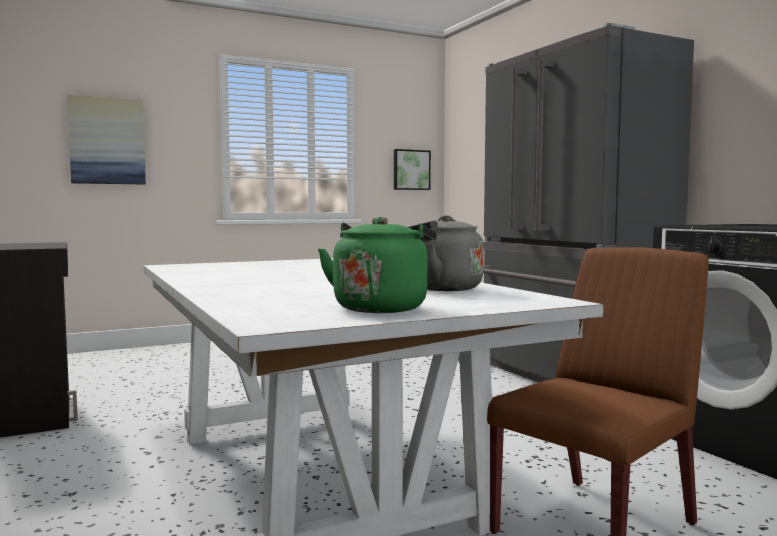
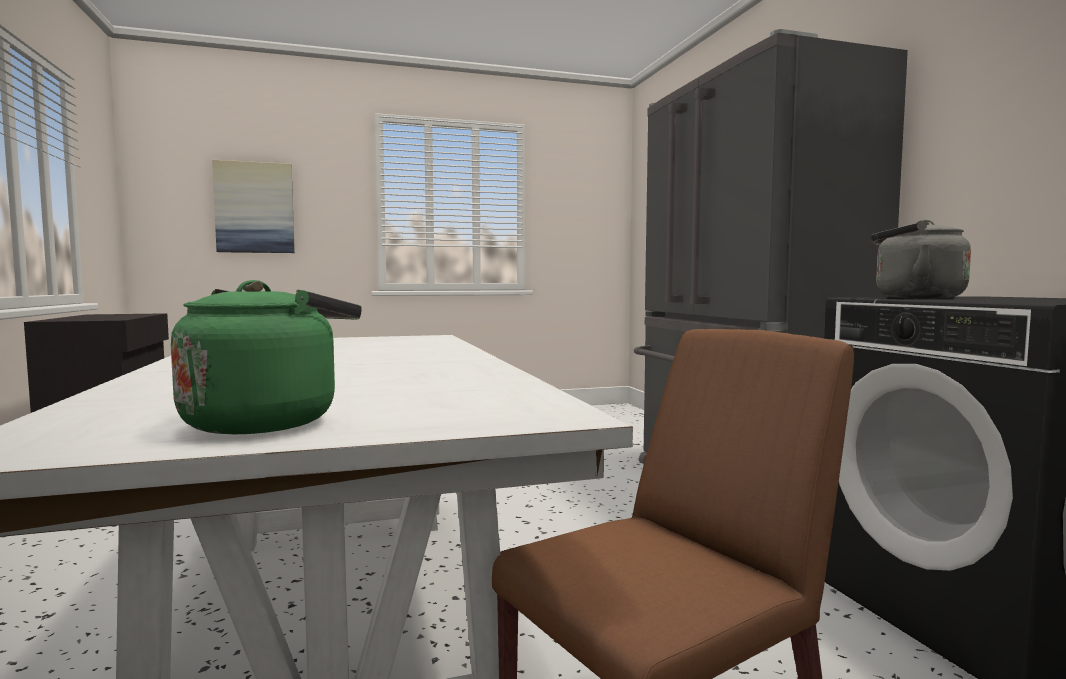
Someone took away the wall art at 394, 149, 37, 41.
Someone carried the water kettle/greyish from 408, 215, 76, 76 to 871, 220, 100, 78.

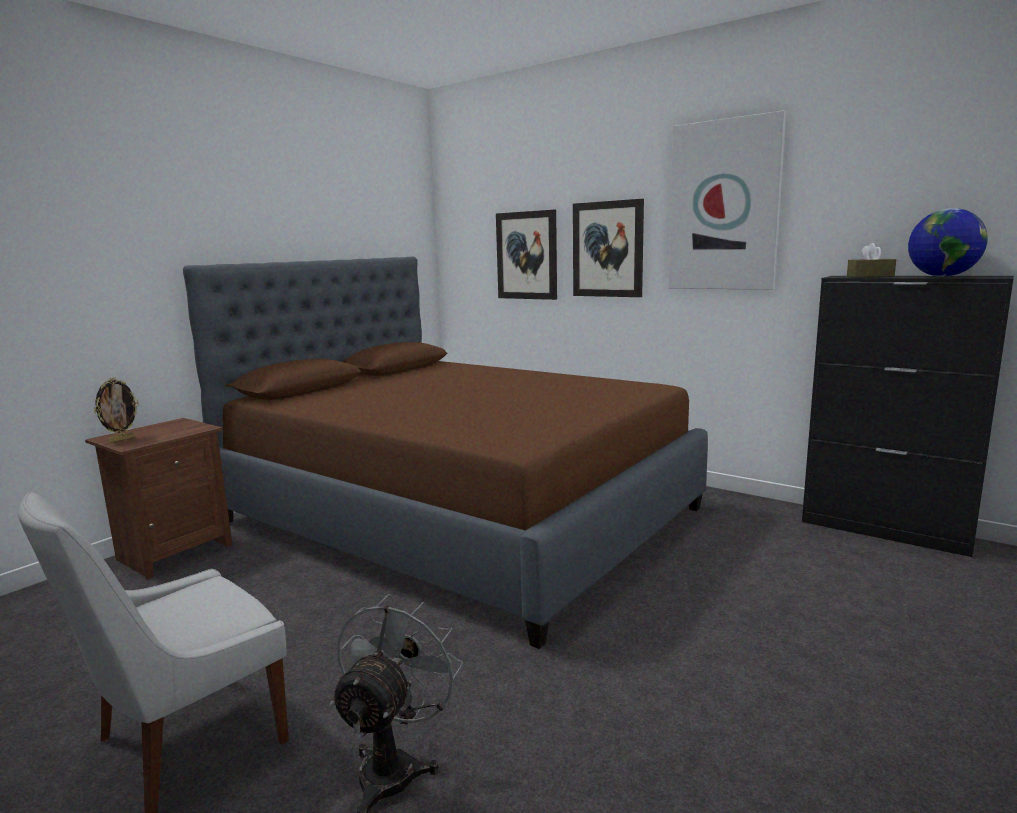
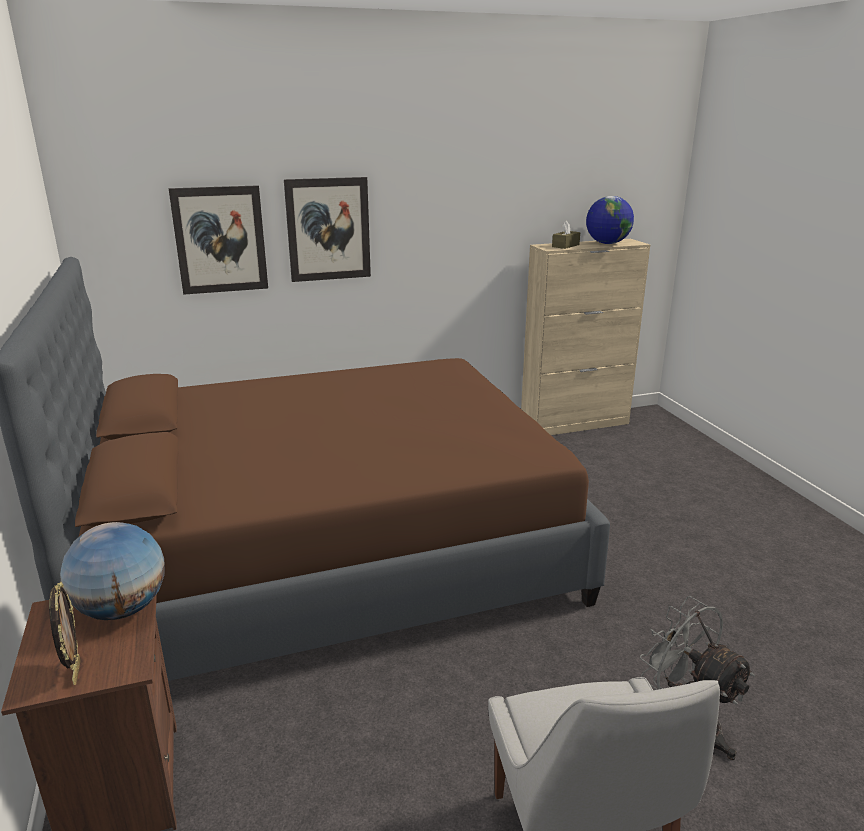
Someone took away the wall art at 668, 110, 118, 180.
Someone repainted the cabinet/black at 802, 276, 212, 281, which became the cabinet/beige at 521, 239, 129, 196.
Someone put down the desk globe at 60, 522, 105, 98.

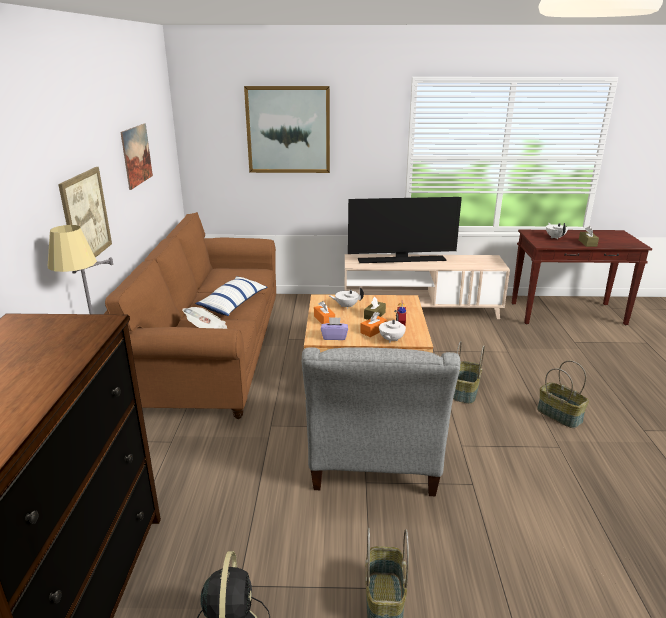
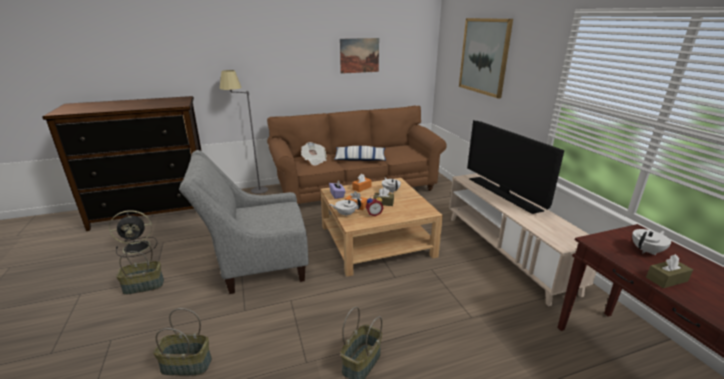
Someone took away the wall art at 58, 167, 54, 91.
Someone carried the storage basket from 453, 341, 32, 63 to 153, 308, 59, 68.

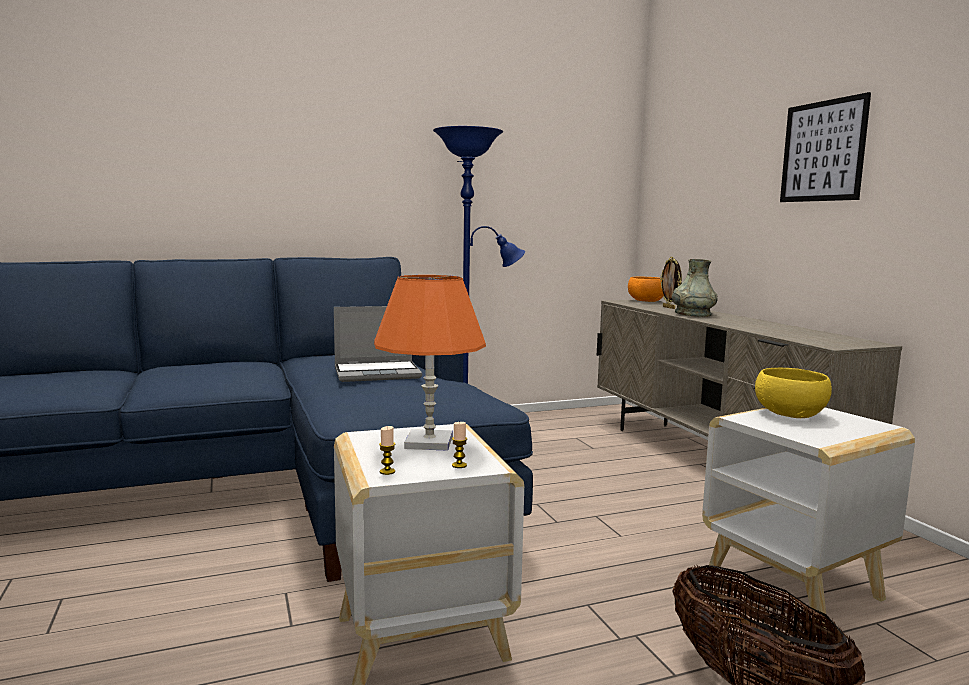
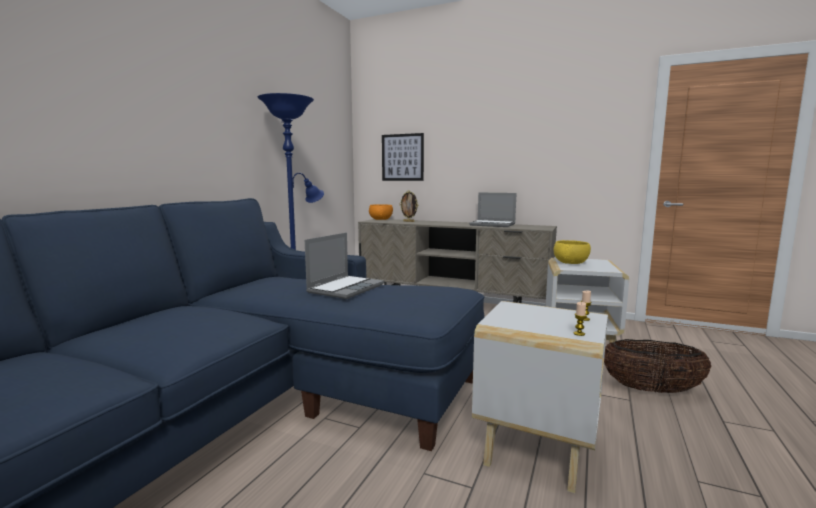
Someone carried the wall art from 780, 92, 91, 110 to 382, 133, 42, 48.
Someone took away the decorative vase/greyish at 672, 259, 46, 58.
Someone took away the table lamp/orange at 374, 275, 112, 176.
Someone put down the notebook computer at 469, 192, 47, 35.

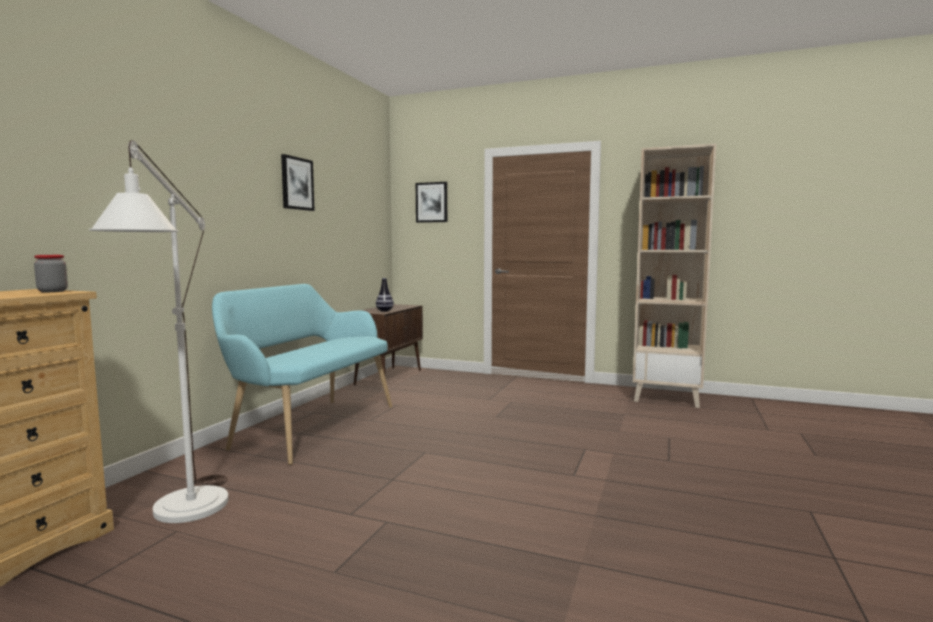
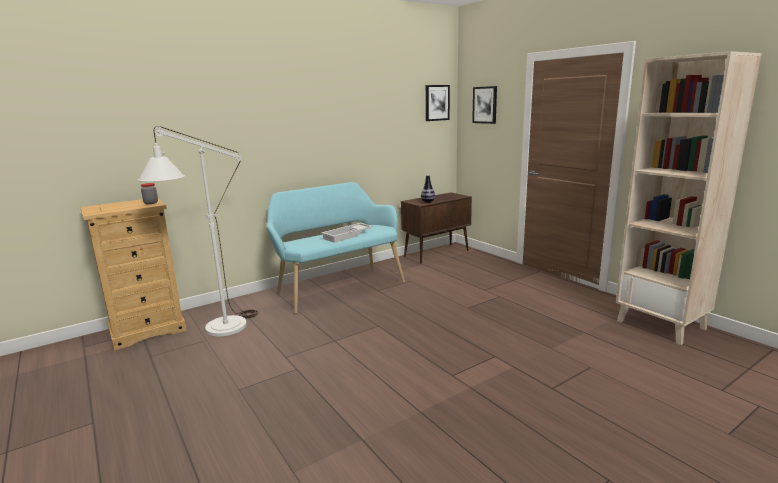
Someone carried the wall art from 281, 154, 34, 57 to 426, 85, 24, 36.
Someone put down the tray/white at 321, 223, 52, 20.

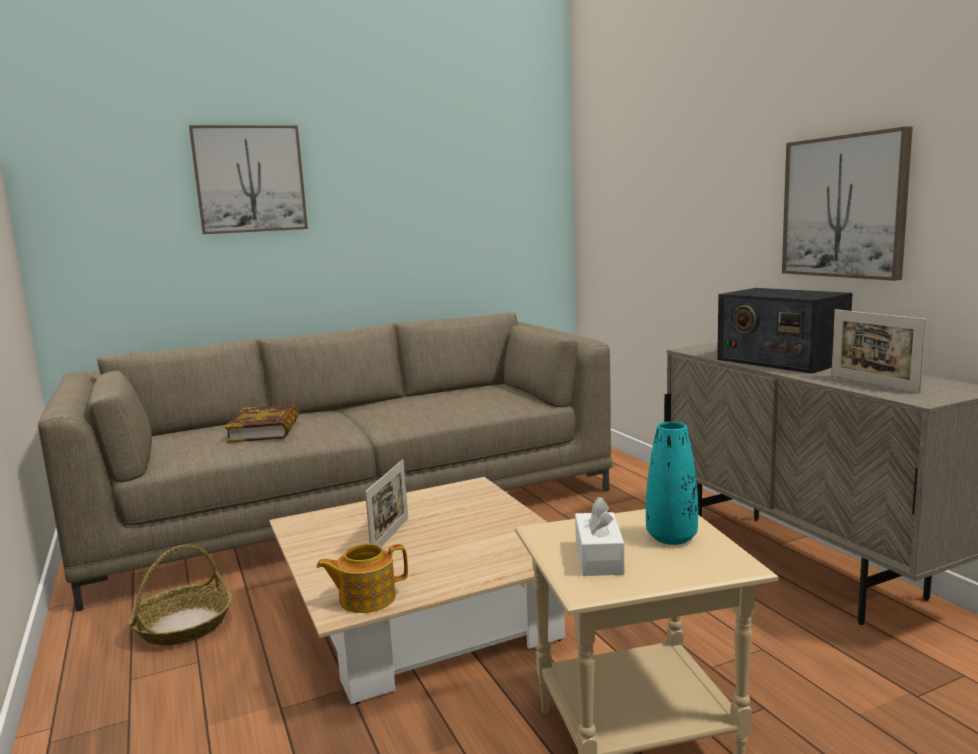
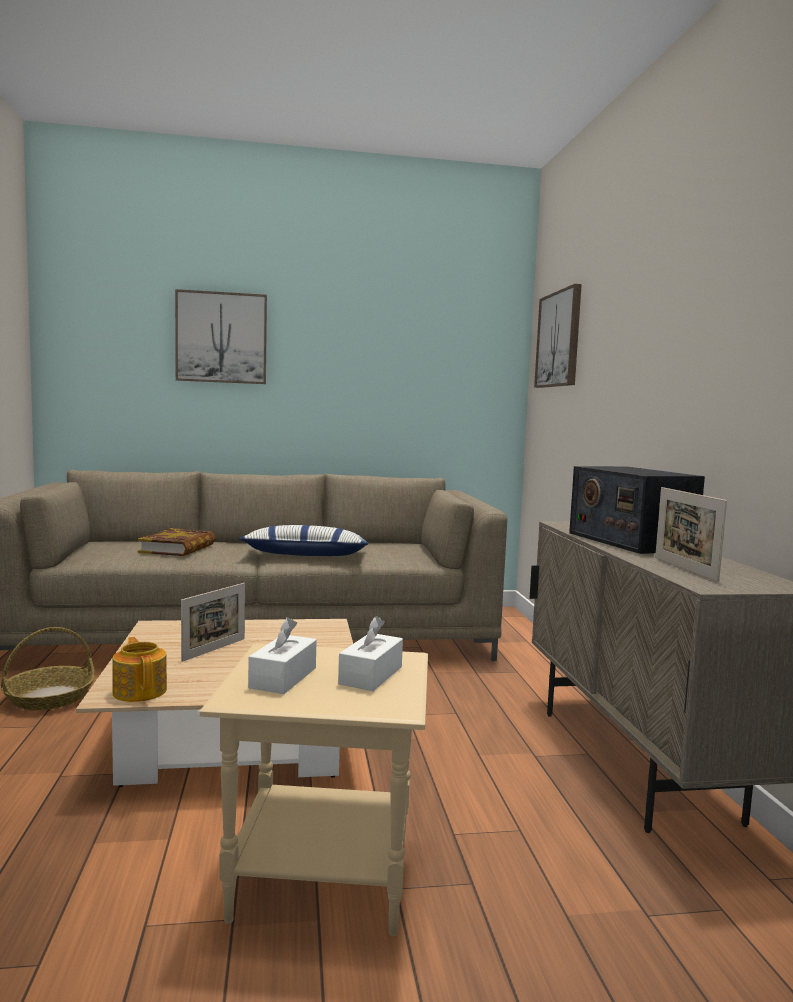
Someone carried the wall art from 782, 127, 131, 154 to 534, 284, 48, 104.
Someone swapped the decorative vase/turquoise-coloured at 646, 422, 52, 123 for the tissue box/white at 338, 616, 65, 75.
Someone rotated the teapot at 316, 544, 92, 69 by 60 degrees clockwise.
Someone put down the pillow at 239, 525, 130, 31.

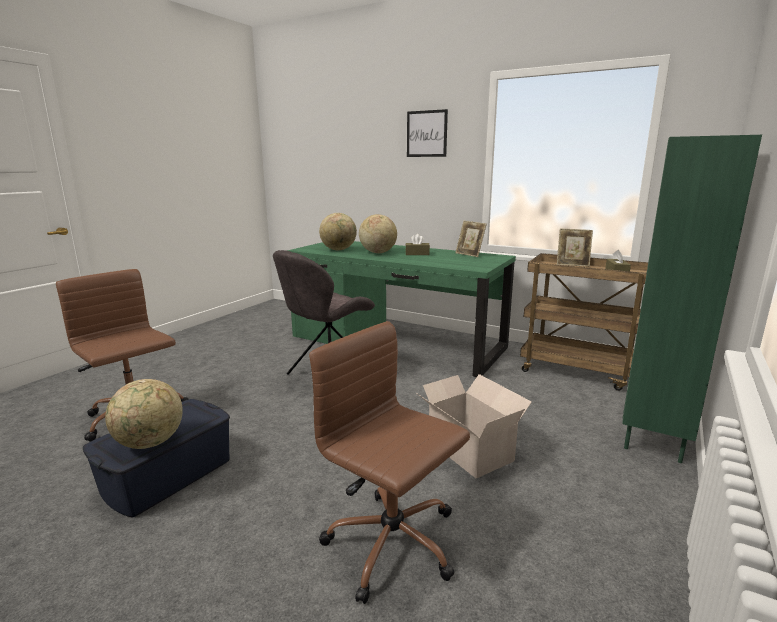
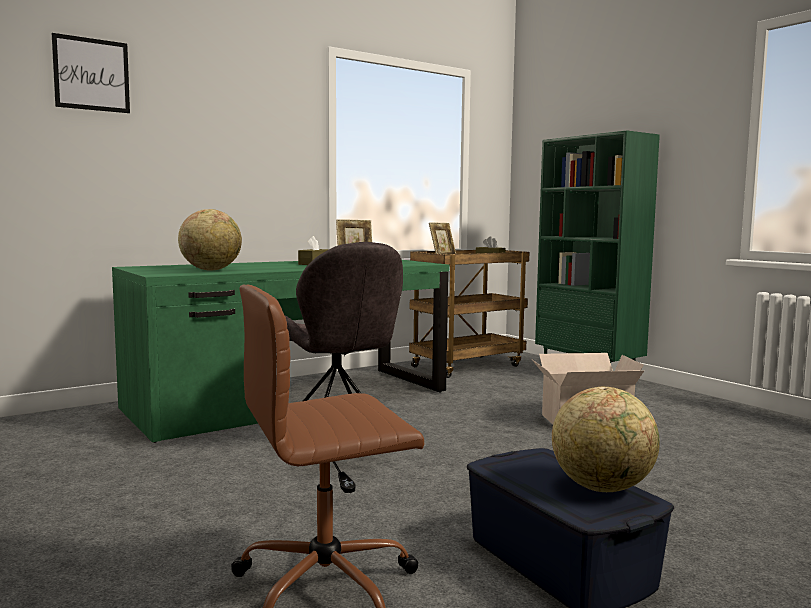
Someone carried the wall art from 407, 109, 41, 48 to 52, 33, 78, 80.
Someone took away the desk globe at 359, 214, 38, 39.
Someone took away the computer chair/brown at 309, 321, 161, 283.

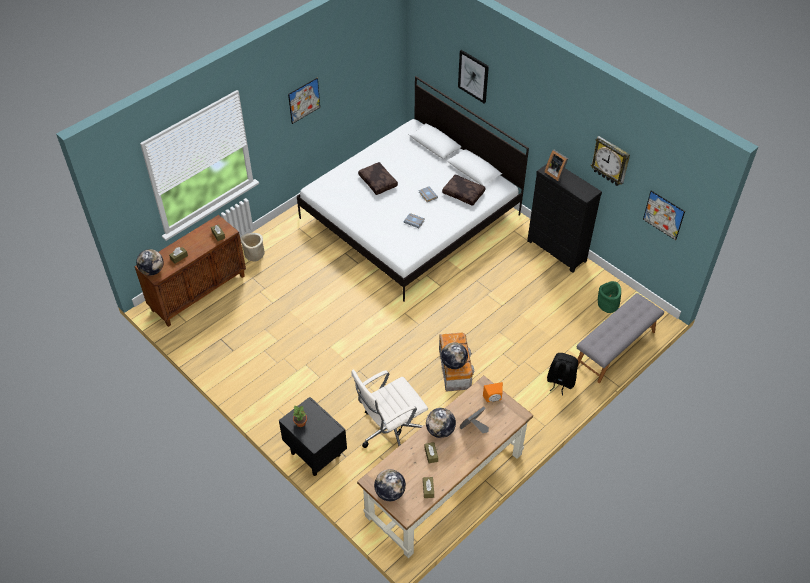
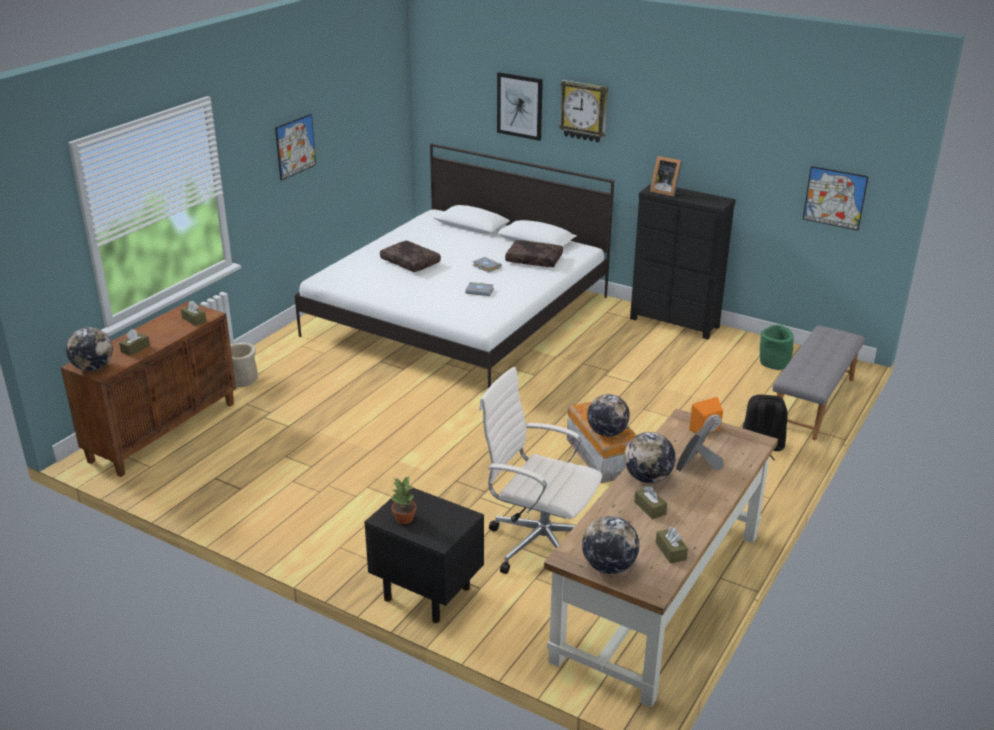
Someone carried the hanging clock from 590, 136, 40, 50 to 559, 80, 49, 62.
Someone rotated the computer chair/white at 351, 369, 77, 79 by 75 degrees clockwise.

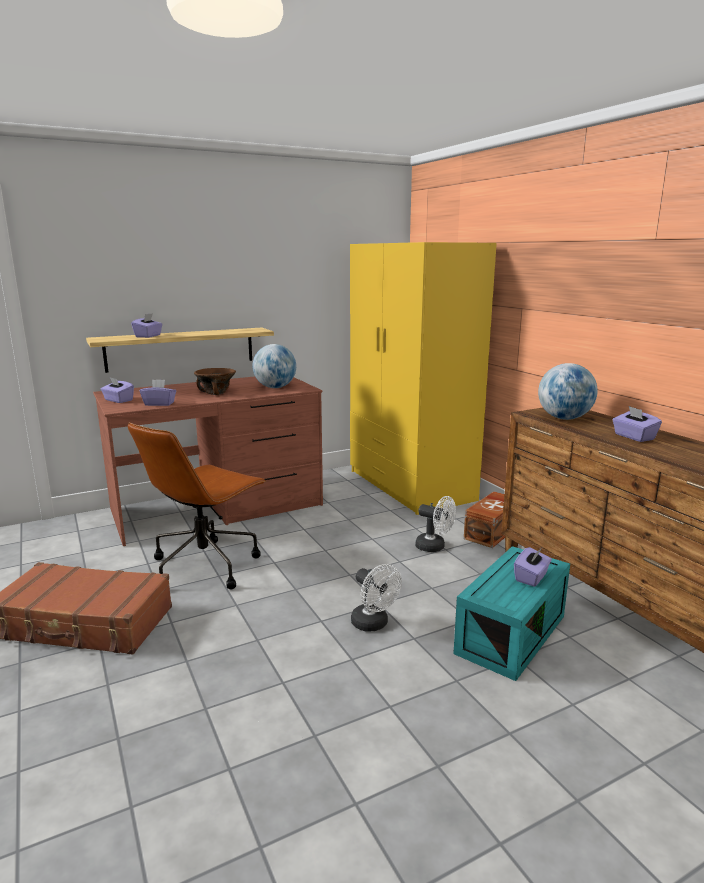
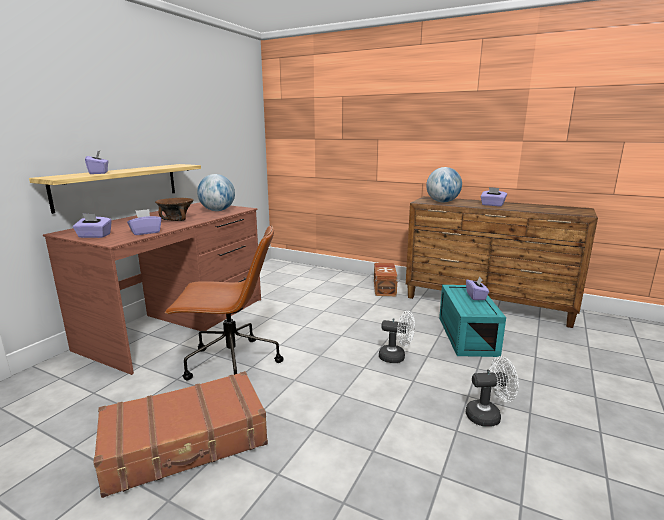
Someone took away the clothes cupboard/yellow-coloured at 350, 242, 147, 273.
Someone rotated the computer chair/brown at 128, 422, 138, 168 by 90 degrees counterclockwise.
Someone carried the cooling fan/white from 415, 496, 41, 56 to 466, 356, 53, 71.

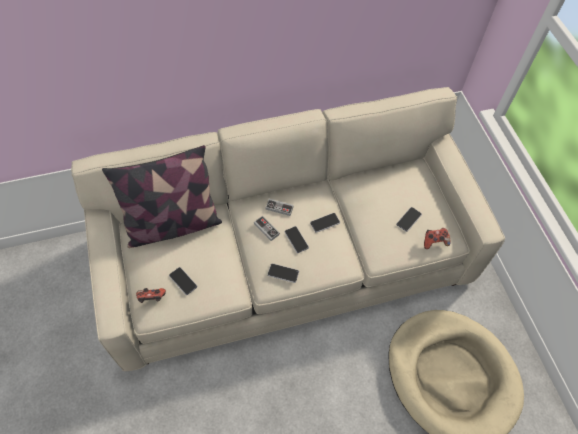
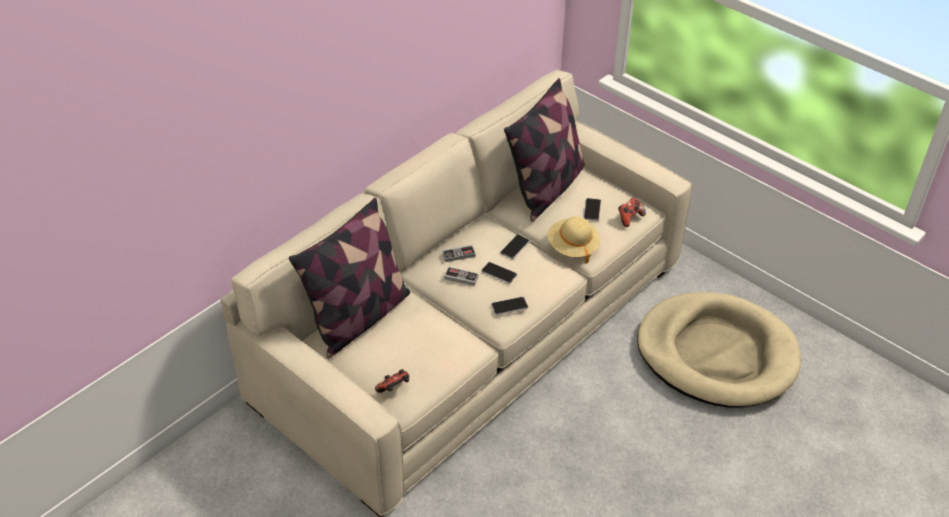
Someone took away the telephone at 169, 267, 28, 28.
Someone put down the pillow at 504, 78, 81, 144.
Someone put down the clothing hat/beige at 547, 216, 54, 48.

